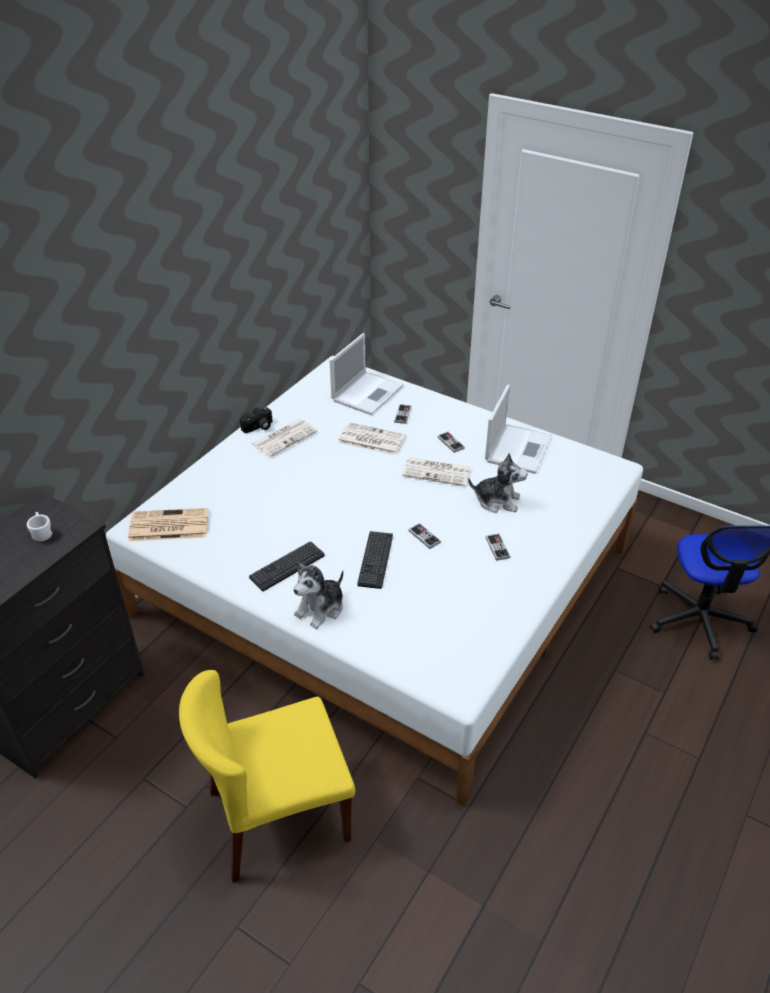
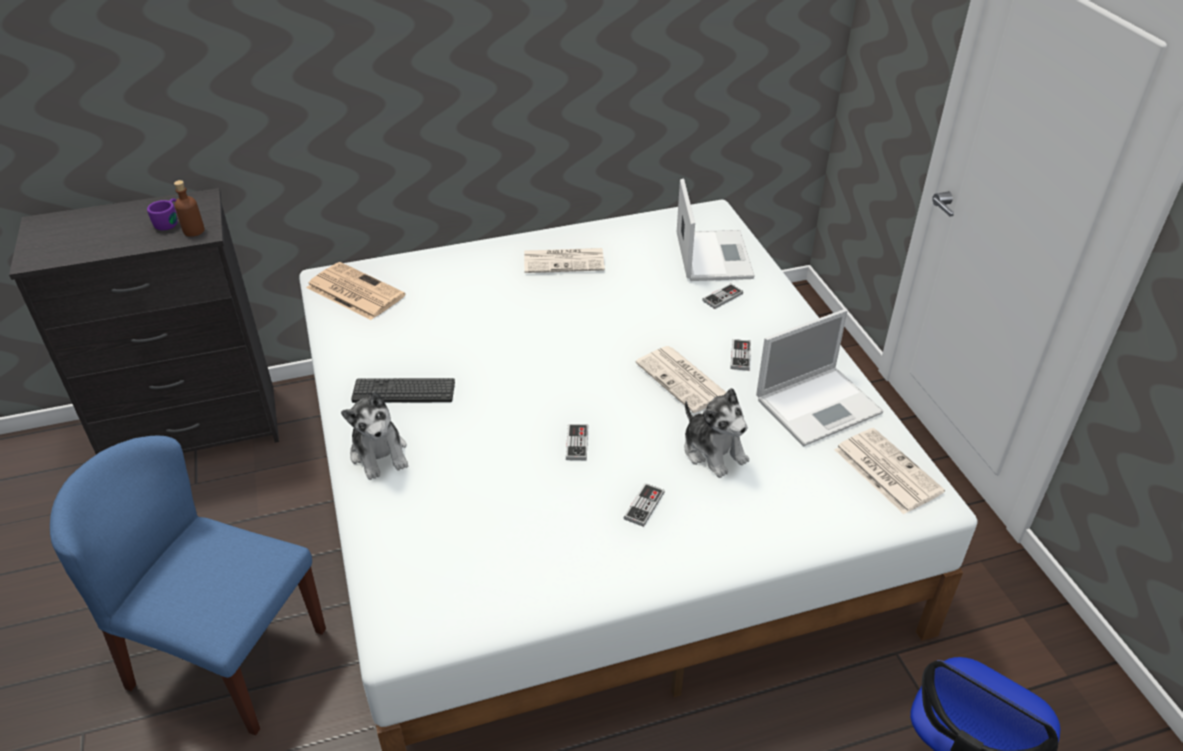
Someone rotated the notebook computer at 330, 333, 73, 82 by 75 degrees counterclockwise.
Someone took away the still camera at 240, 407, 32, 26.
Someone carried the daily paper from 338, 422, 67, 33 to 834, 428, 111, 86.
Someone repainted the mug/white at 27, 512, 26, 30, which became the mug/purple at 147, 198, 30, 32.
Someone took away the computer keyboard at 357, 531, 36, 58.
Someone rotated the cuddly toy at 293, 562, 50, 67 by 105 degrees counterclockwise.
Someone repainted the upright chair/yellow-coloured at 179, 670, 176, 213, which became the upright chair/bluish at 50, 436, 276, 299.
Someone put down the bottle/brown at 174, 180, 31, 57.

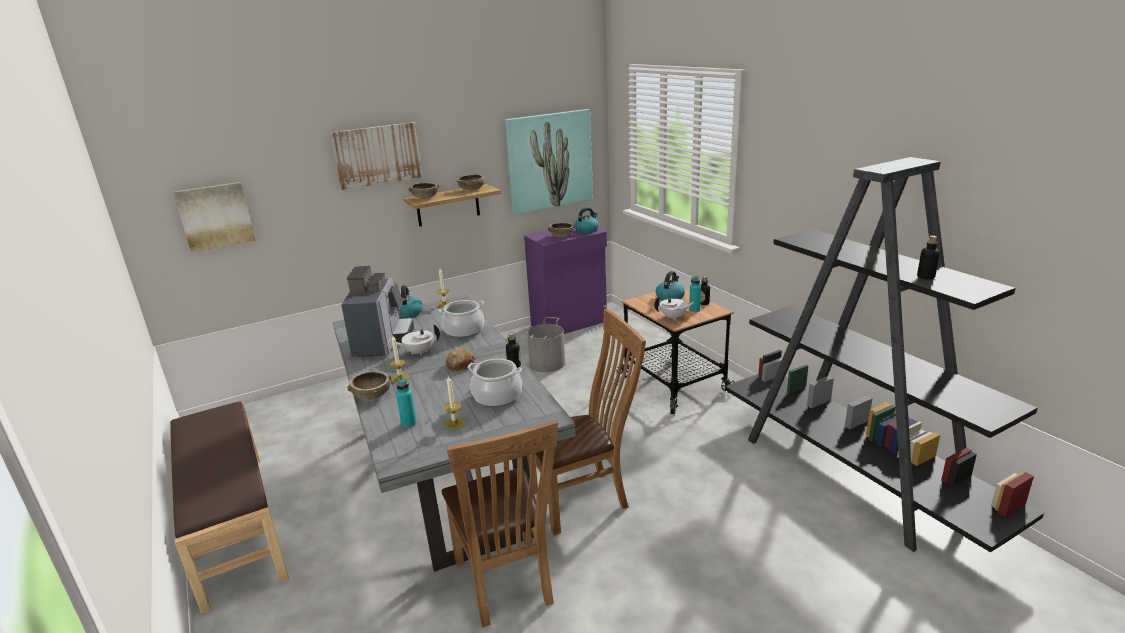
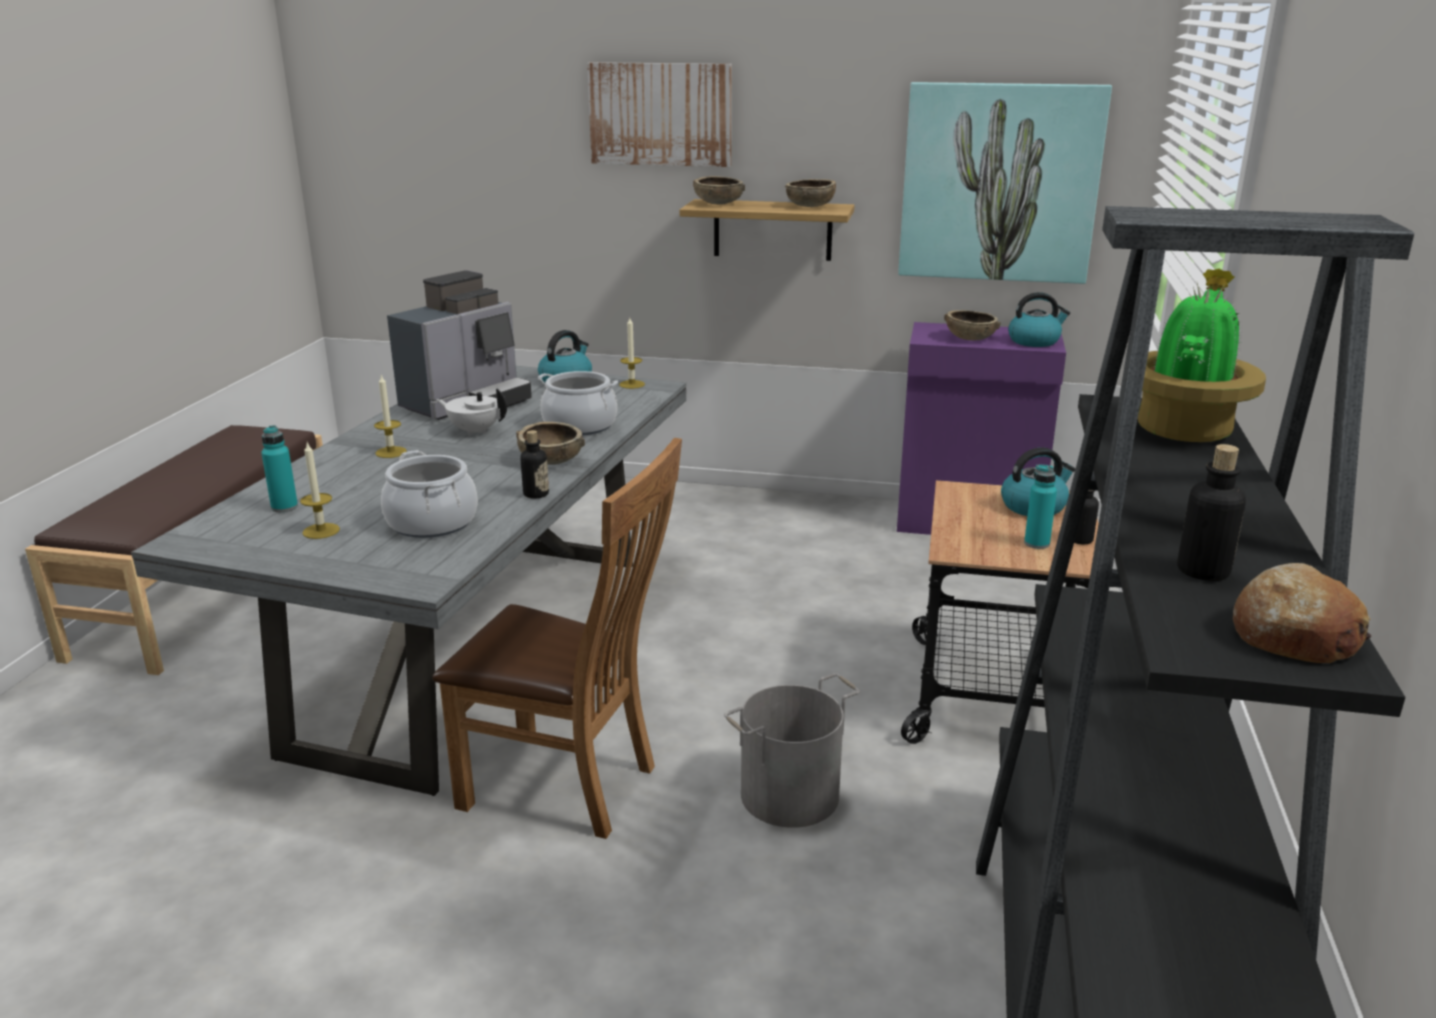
Someone took away the wall art at 174, 182, 82, 70.
Someone took away the teapot/white at 654, 296, 41, 25.
Someone carried the water bucket/greyish from 527, 317, 38, 55 to 724, 673, 136, 155.
Someone carried the bread from 446, 348, 29, 23 to 1233, 563, 138, 100.
Someone carried the deep dish/brown from 347, 371, 44, 29 to 516, 422, 69, 43.
Someone took away the upright chair/brown at 441, 420, 117, 207.
Someone put down the houseplant at 1138, 269, 128, 173.

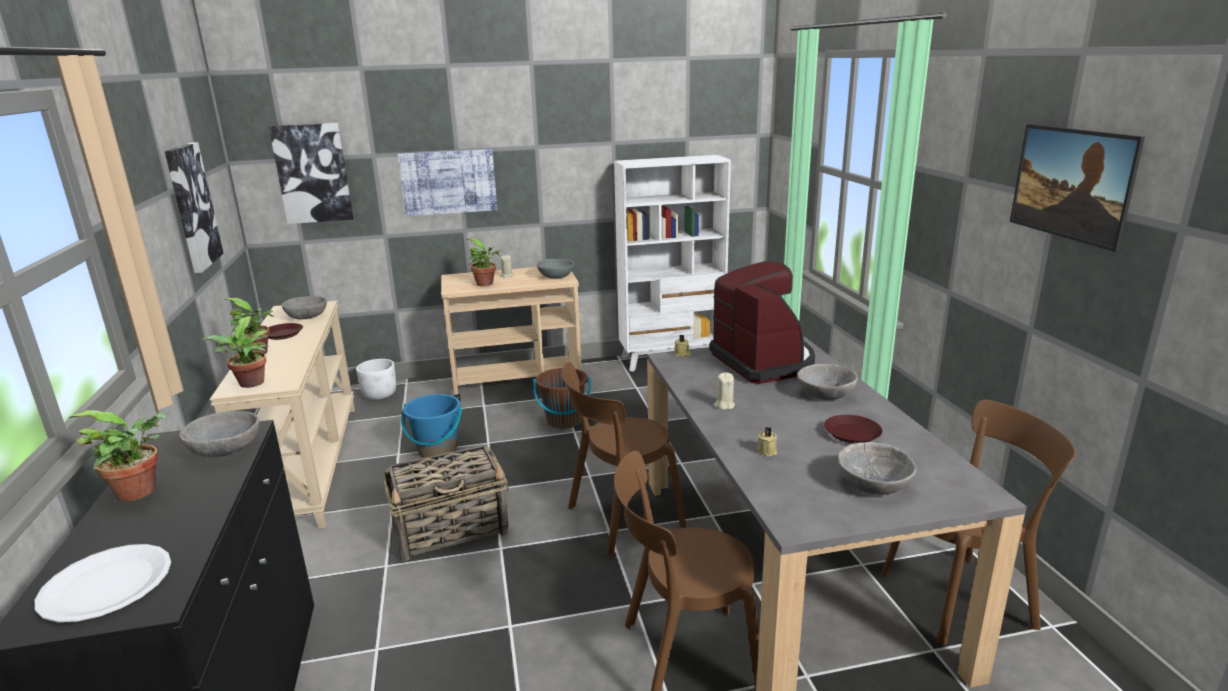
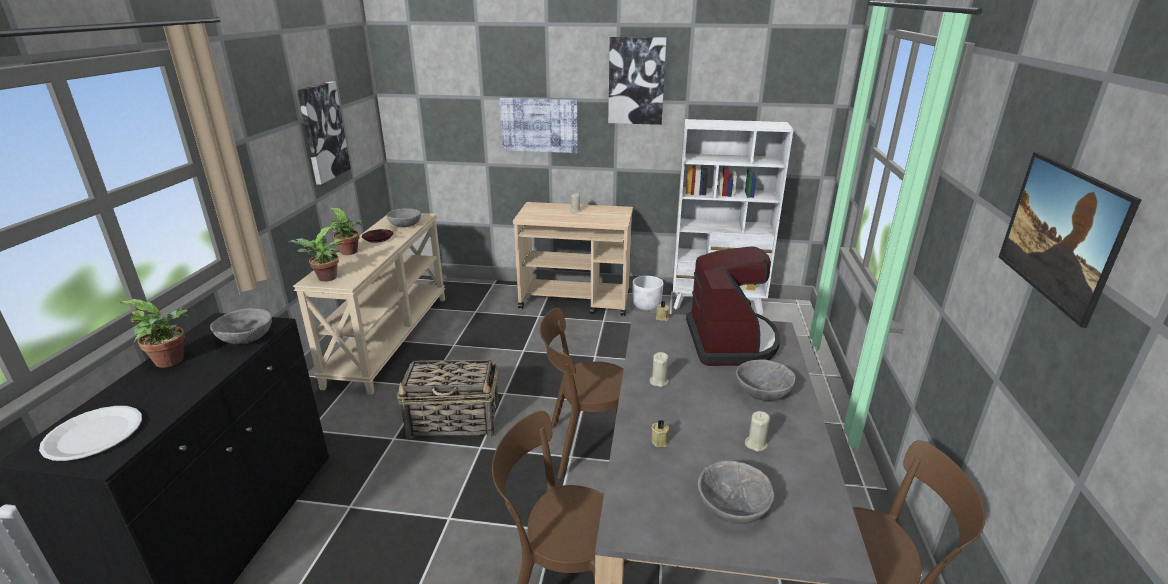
Someone carried the wall art from 269, 123, 84, 101 to 608, 37, 58, 88.
Someone took away the houseplant at 466, 238, 35, 48.
Someone took away the deep dish/greyish at 537, 259, 37, 20.
Someone carried the planter/white from 356, 359, 40, 41 to 633, 276, 30, 34.
Someone took away the water bucket/brown at 533, 368, 58, 61.
Someone took away the water bucket/bluish at 401, 394, 61, 64.
Someone swapped the dinner plate/brown at 824, 415, 58, 29 for the wax light/beige at 745, 411, 25, 41.

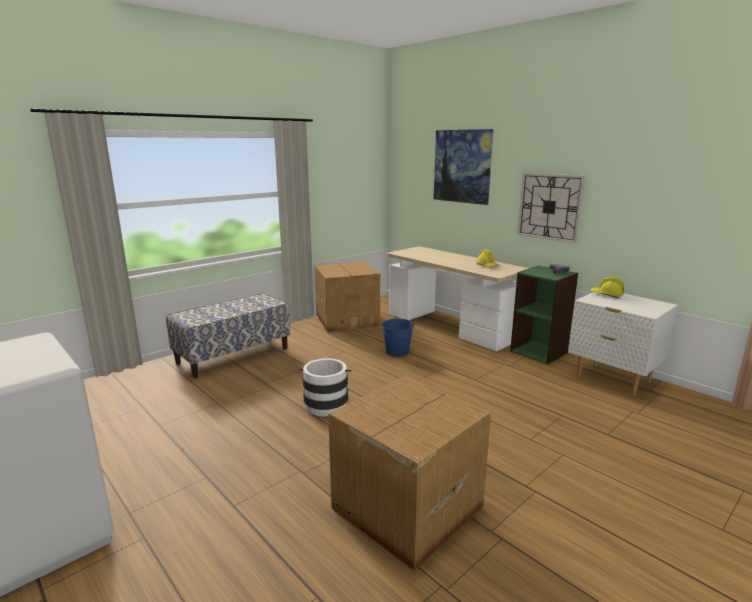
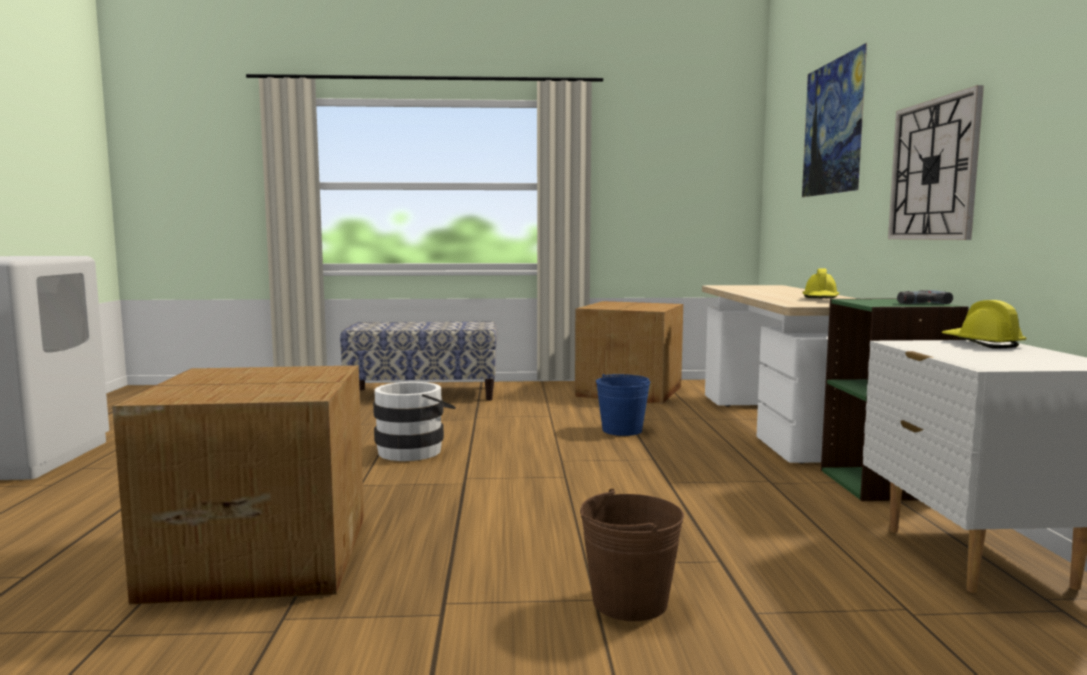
Someone put down the water bucket/brown at 580, 489, 104, 132.

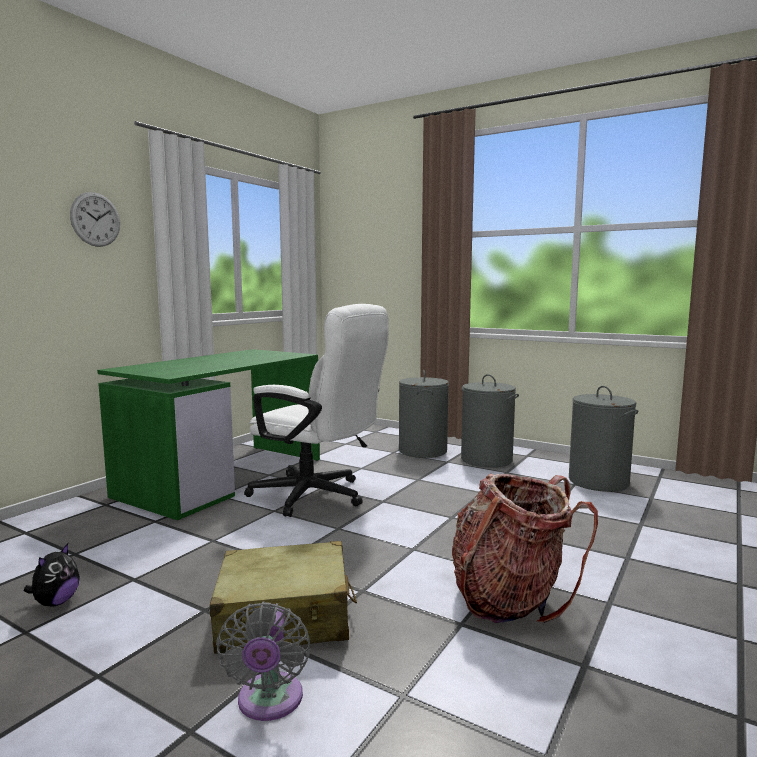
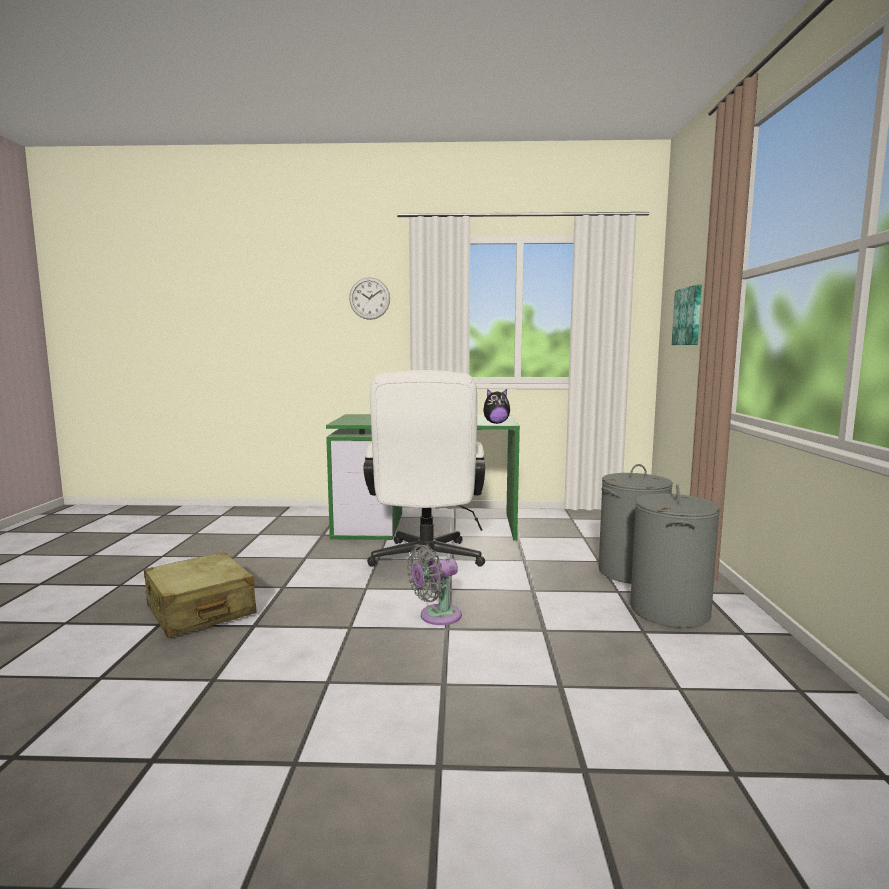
Someone took away the hamper/greyish at 569, 386, 69, 106.
Someone took away the knapsack at 452, 474, 146, 149.
Someone carried the cuddly toy from 24, 543, 56, 64 to 483, 389, 27, 35.
Someone carried the cooling fan/greyish from 216, 602, 95, 119 to 407, 545, 55, 80.
Someone put up the wall art at 672, 285, 30, 60.

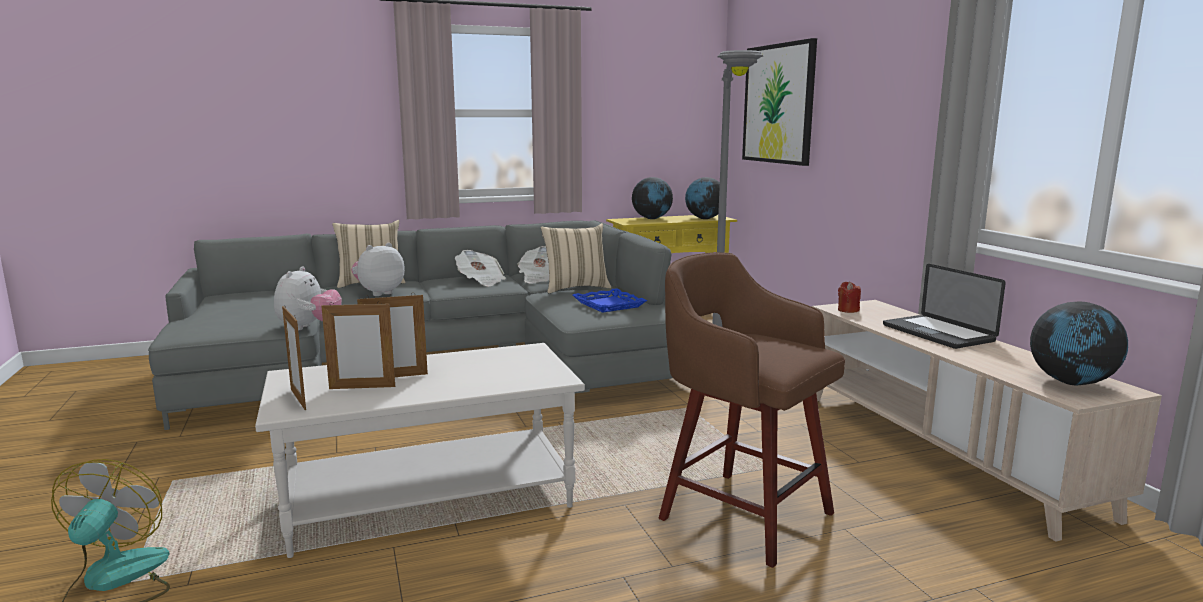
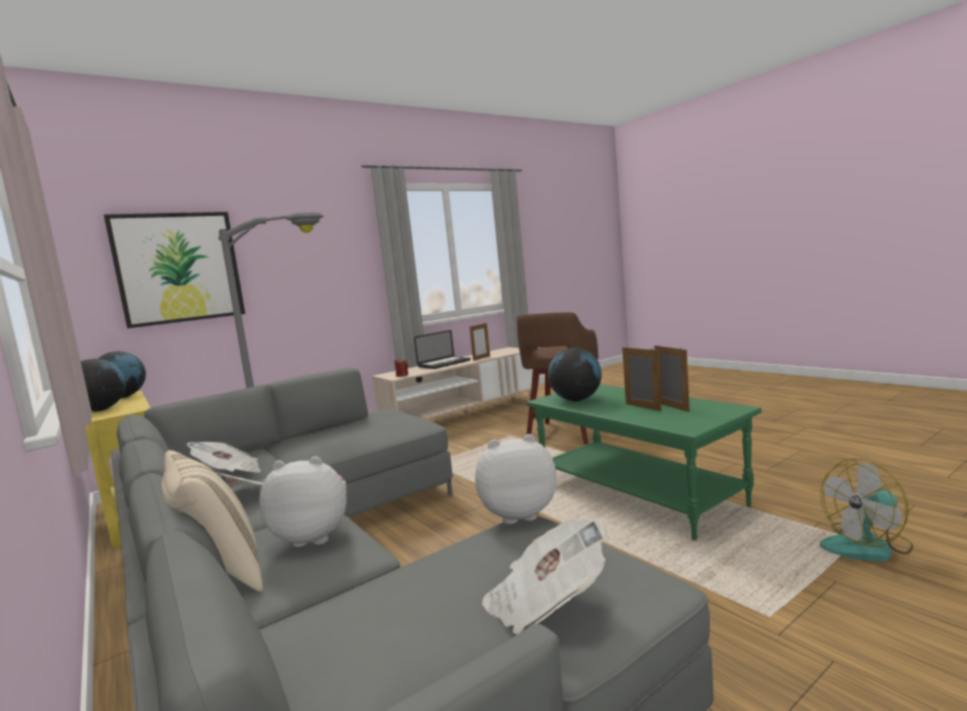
Someone took away the pillow/beige at 541, 223, 70, 70.
Someone rotated the cuddly toy at 351, 243, 54, 53 by 150 degrees clockwise.
Someone took away the tray/bluish at 573, 288, 74, 25.
Someone carried the desk globe from 1030, 302, 98, 83 to 548, 348, 54, 54.
Someone carried the photo frame from 282, 306, 24, 104 to 469, 323, 21, 38.
Someone repainted the lounge table/white at 255, 343, 330, 215, which became the lounge table/green at 527, 384, 235, 156.
Someone put down the daily paper at 482, 519, 125, 115.

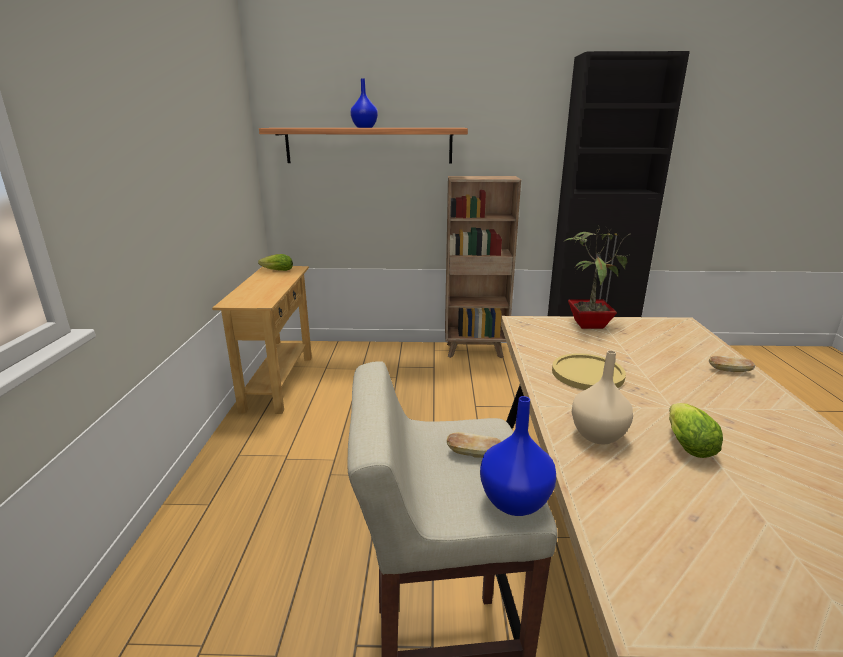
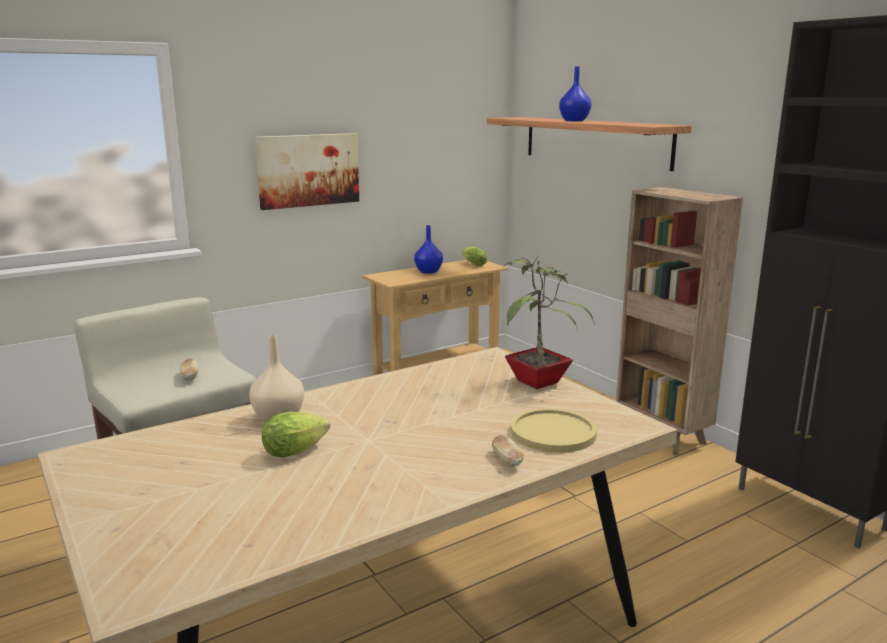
Someone carried the dinner plate/yellow-coloured from 552, 353, 74, 37 to 511, 408, 86, 45.
Someone carried the decorative vase/bluish from 480, 396, 76, 120 to 414, 225, 29, 49.
Someone put up the wall art at 255, 133, 104, 77.

